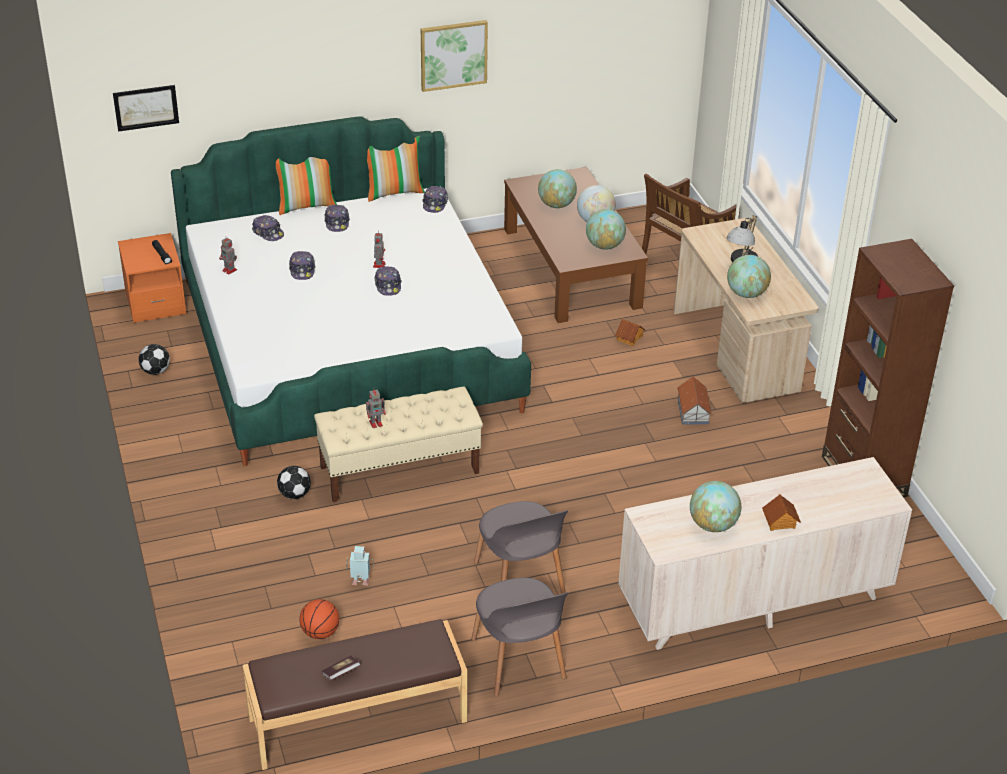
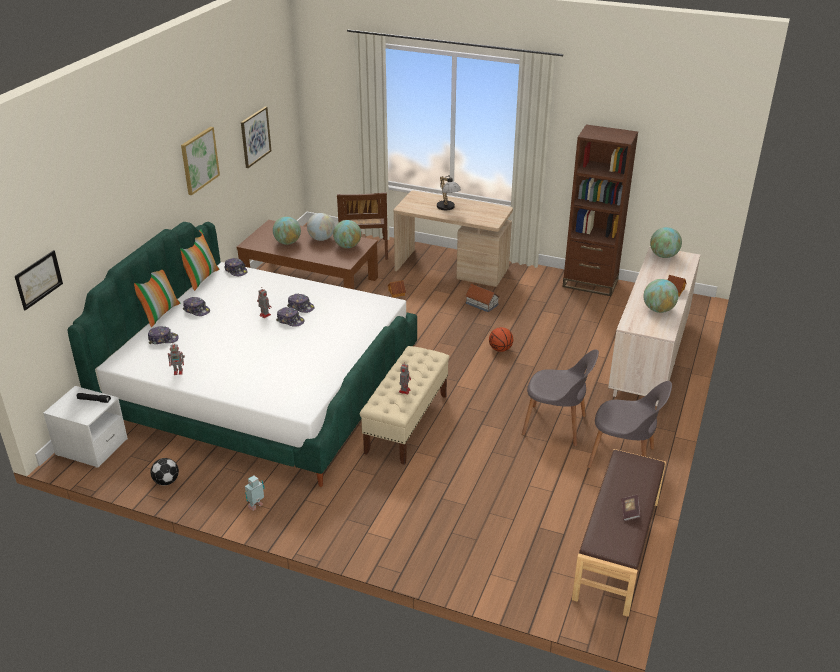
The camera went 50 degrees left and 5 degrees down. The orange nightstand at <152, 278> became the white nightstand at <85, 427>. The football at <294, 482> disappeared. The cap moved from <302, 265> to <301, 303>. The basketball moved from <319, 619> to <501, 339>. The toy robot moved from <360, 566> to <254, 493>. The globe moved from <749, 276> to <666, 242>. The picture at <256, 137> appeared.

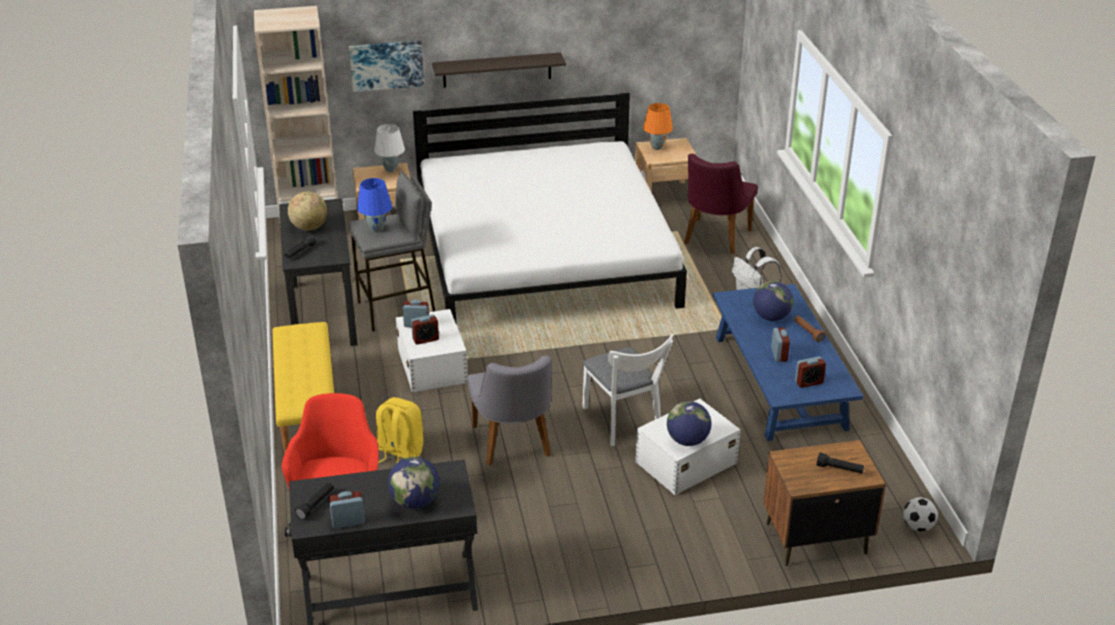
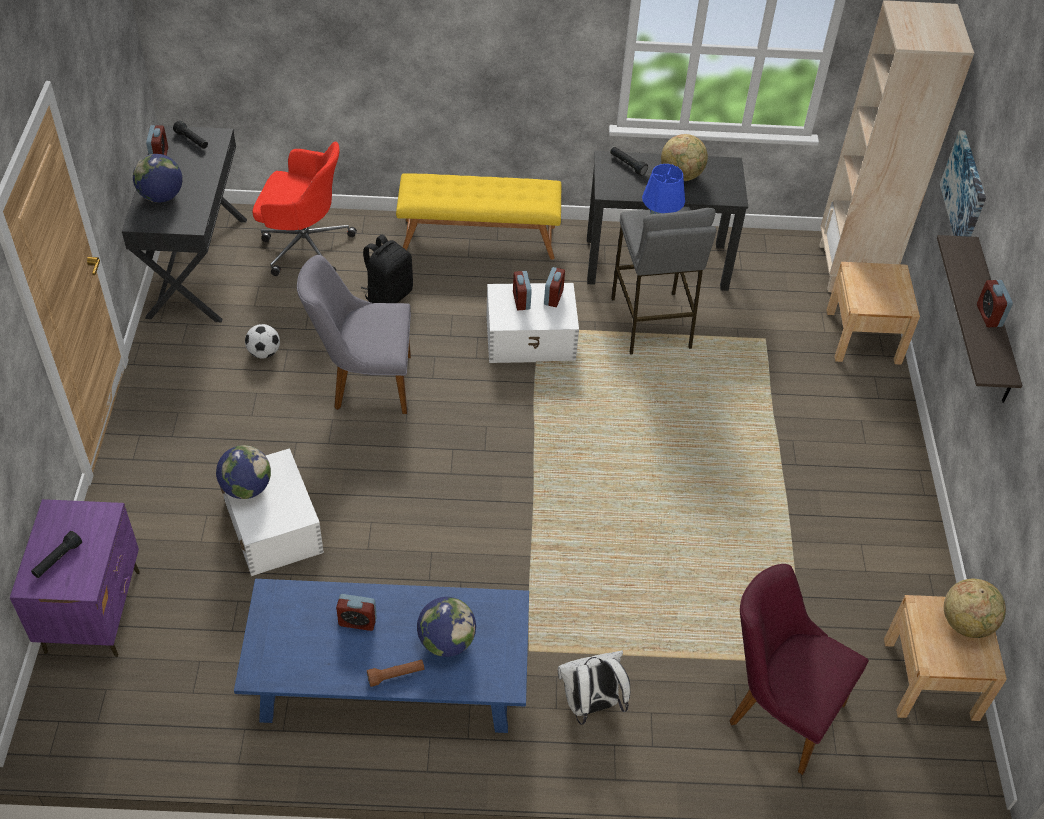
The camera went 100 degrees right and 15 degrees up. The white table lamp at <389, 148> disappeared. The yellow backpack at <400, 430> became the black backpack at <387, 269>. The white bed at <550, 209> disappeared. The white chair at <628, 390> disappeared. The orange table lamp at <658, 126> was replaced by the globe at <975, 608>. The brown nightstand at <824, 503> became the purple nightstand at <75, 578>. The alarm clock moved from <810, 372> to <995, 303>. The football moved from <920, 514> to <262, 341>.

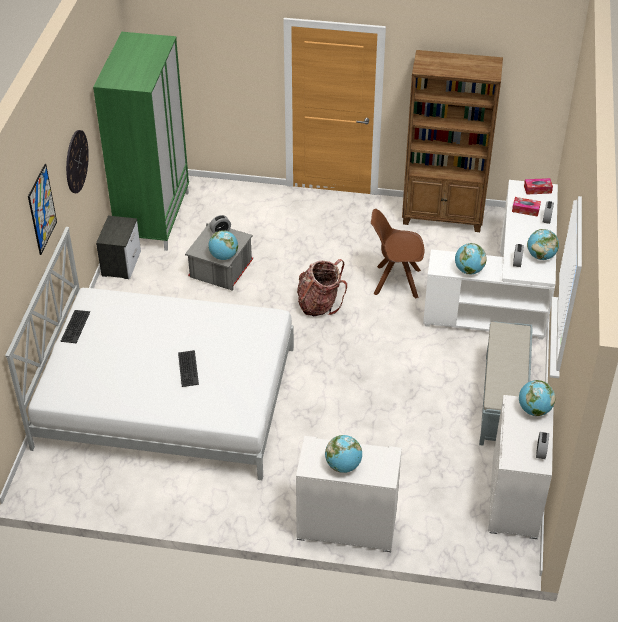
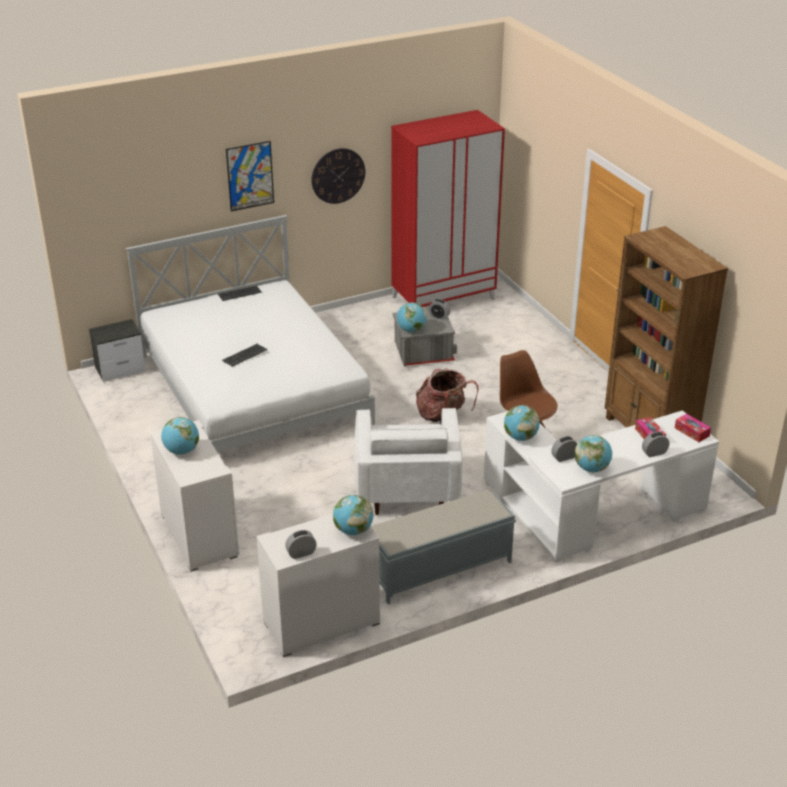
The camera went 55 degrees right and 10 degrees down. The green wardrobe at <141, 141> became the red wardrobe at <448, 208>. The nightstand moved from <118, 247> to <117, 350>. The white armchair at <408, 461> appeared.

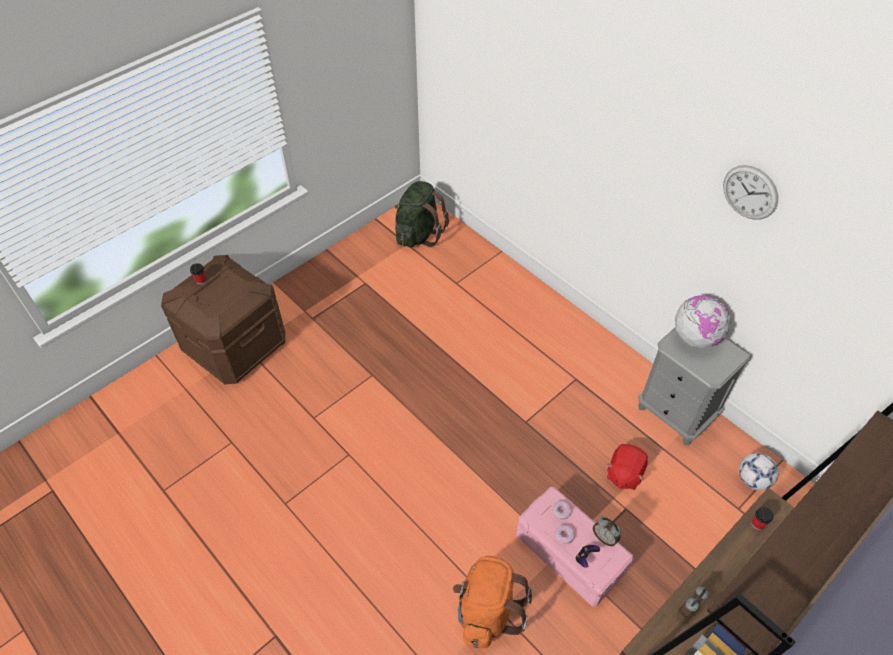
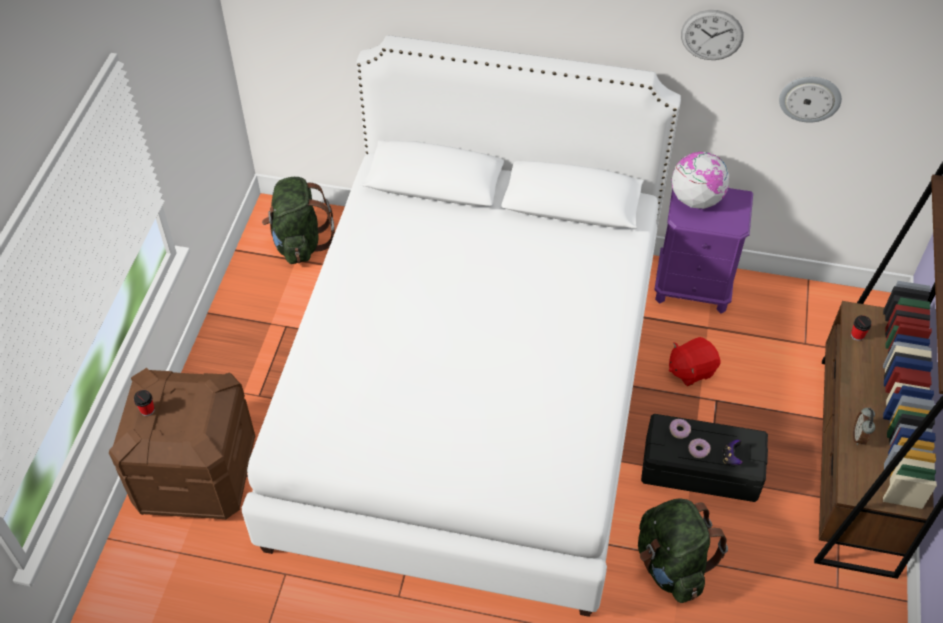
The camera went 35 degrees left and 0 degrees up. The orange backpack at <492, 602> became the green backpack at <683, 550>. The pink storage box at <575, 547> became the black storage box at <704, 458>. The alarm clock at <607, 531> disappeared. The red plush toy at <627, 467> turned 75 degrees clockwise. The grey nightstand at <694, 386> became the purple nightstand at <703, 251>. The football at <759, 471> disappeared. The white bed at <461, 326> appeared. The wall clock at <810, 100> appeared.

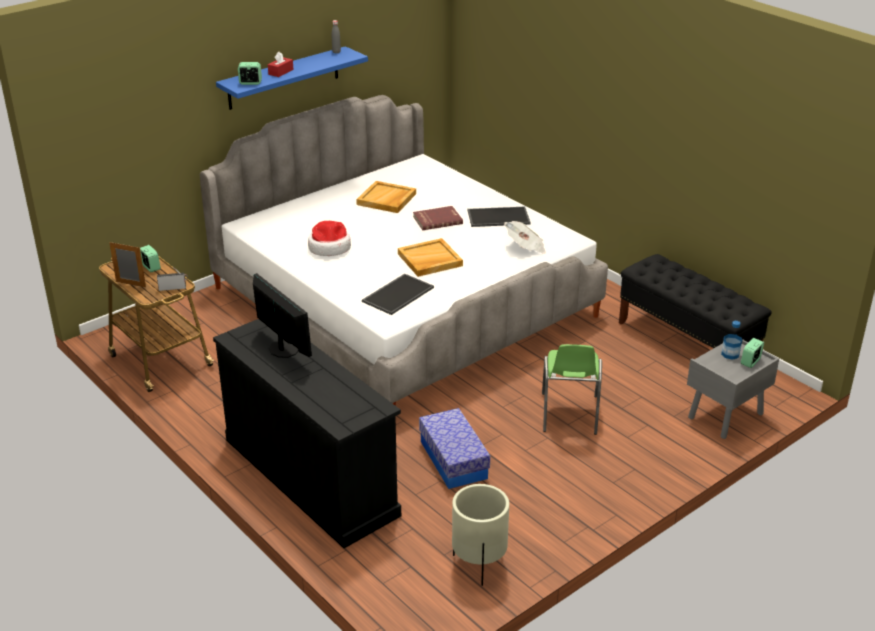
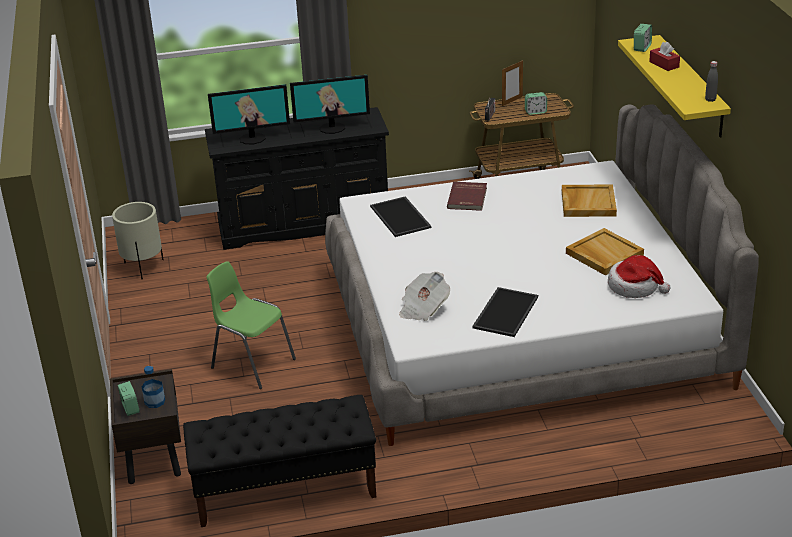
The camera went 120 degrees right and 0 degrees up. The blue shelf at <292, 78> became the yellow shelf at <674, 86>. The hat moved from <329, 238> to <639, 276>. The beige tray moved from <430, 257> to <589, 200>. The red book moved from <438, 218> to <467, 196>. The storage box at <454, 448> disappeared. The grey nightstand at <733, 389> became the brown nightstand at <145, 426>. The monitor at <249, 114> appeared.

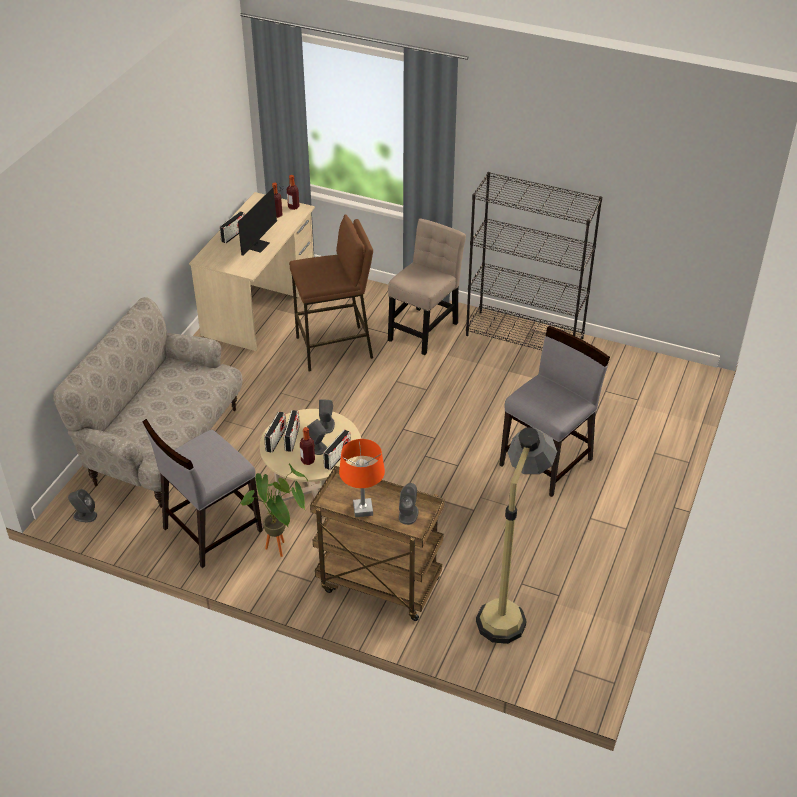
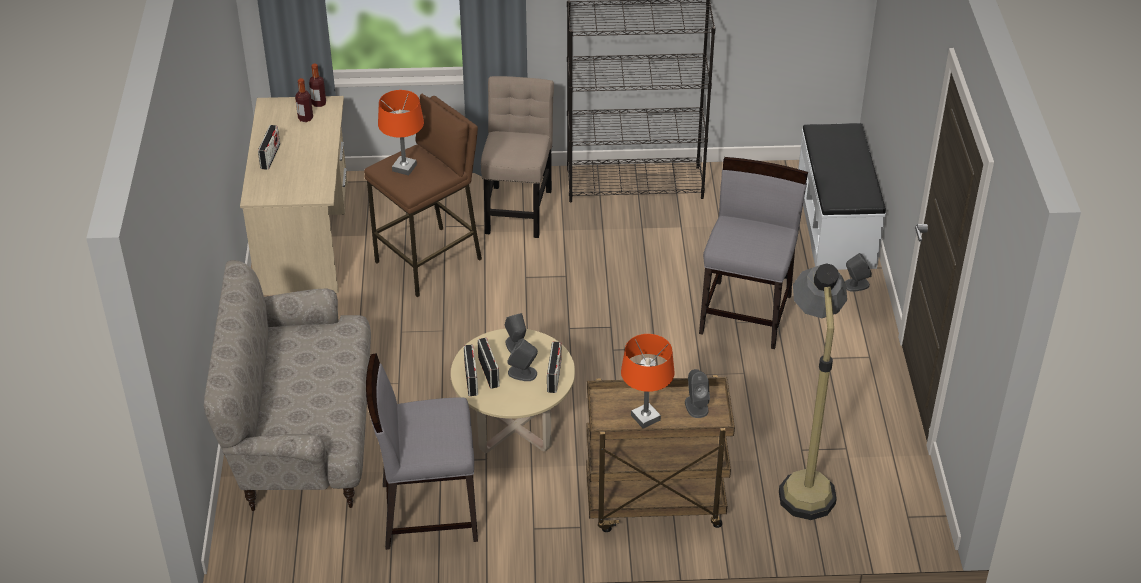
The camera went 25 degrees left and 0 degrees up. The grey speaker moved from <82, 505> to <858, 272>. The grey chair at <202, 493> turned 60 degrees clockwise. The monitor at <261, 219> disappeared. The potted plant at <274, 510> disappeared. The bottle at <307, 446> disappeared. The orange table lamp at <401, 133> appeared. The white bench at <842, 196> appeared.

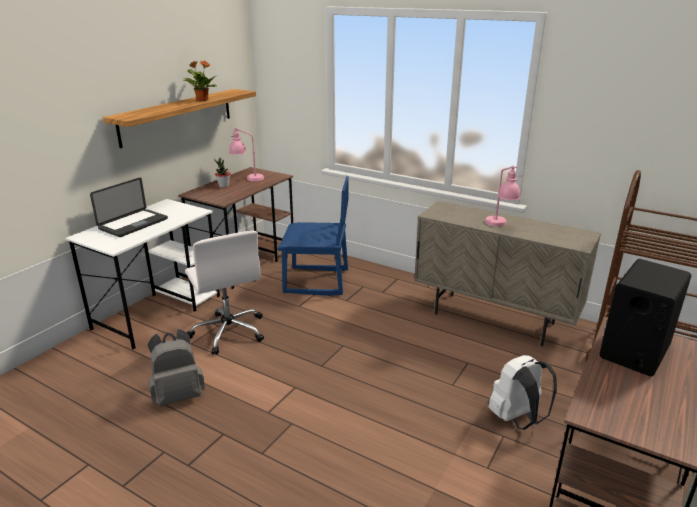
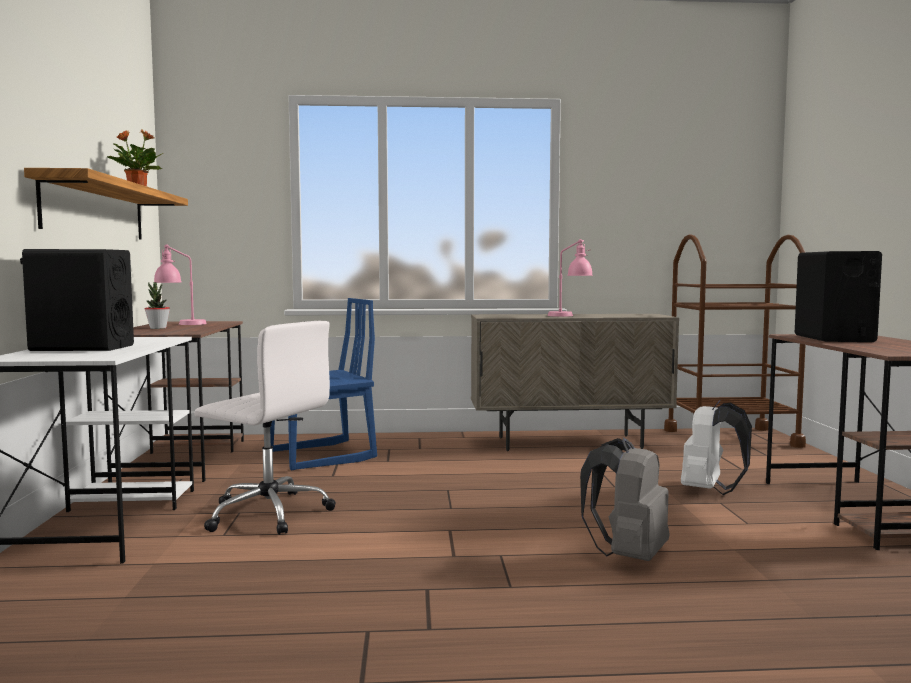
The camera went 35 degrees left and 20 degrees down. The laptop at <129, 207> was replaced by the black speaker at <77, 300>. The grey backpack moved from <176, 367> to <625, 499>.

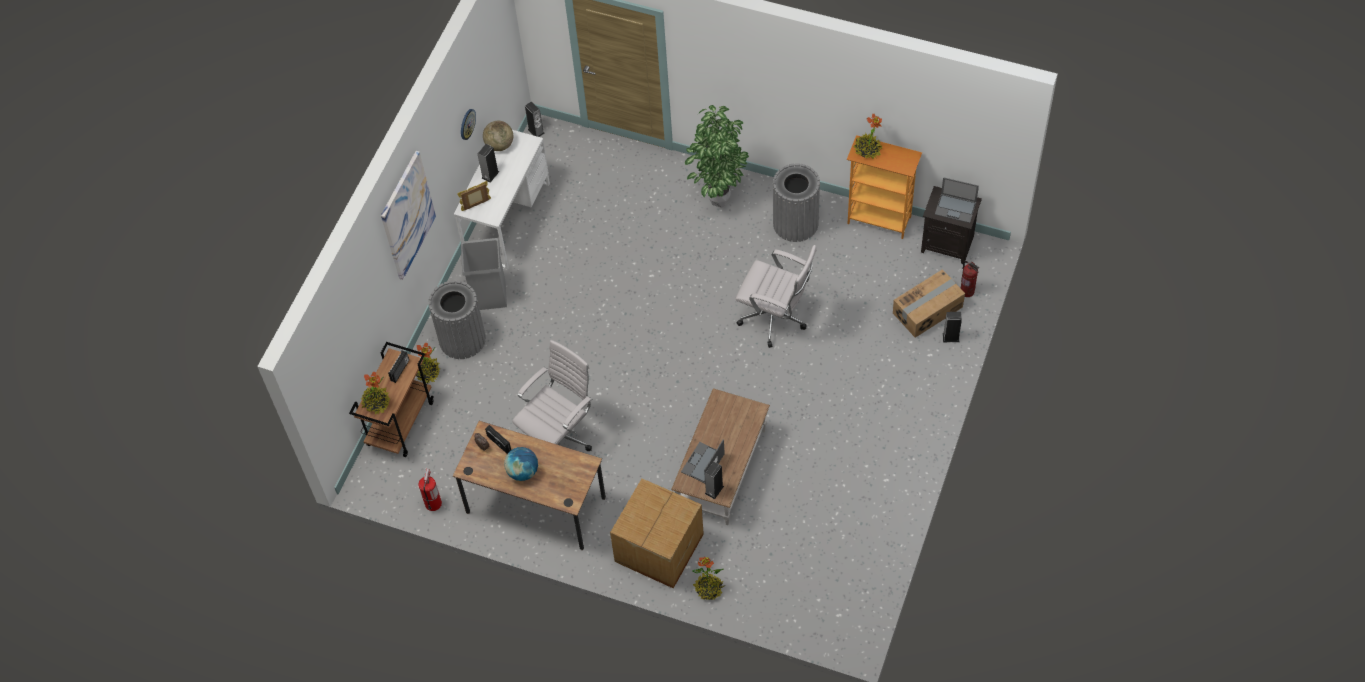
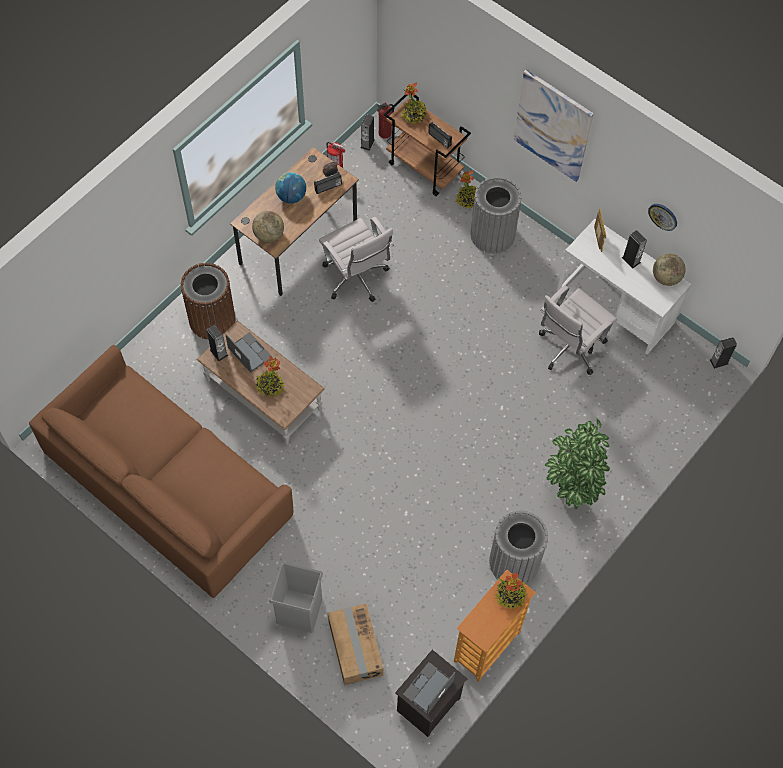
The camera went 105 degrees right and 5 degrees up. The grey trash can moved from <484, 274> to <296, 597>. The cardboard box at <657, 533> was replaced by the brown trash can at <208, 301>. The potted plant moved from <708, 578> to <270, 376>. The white office chair moved from <776, 296> to <578, 330>. The speaker moved from <952, 327> to <367, 132>. The fire extinguisher moved from <970, 279> to <385, 121>. The brown sofa at <161, 471> appeared. The globe at <268, 227> appeared.

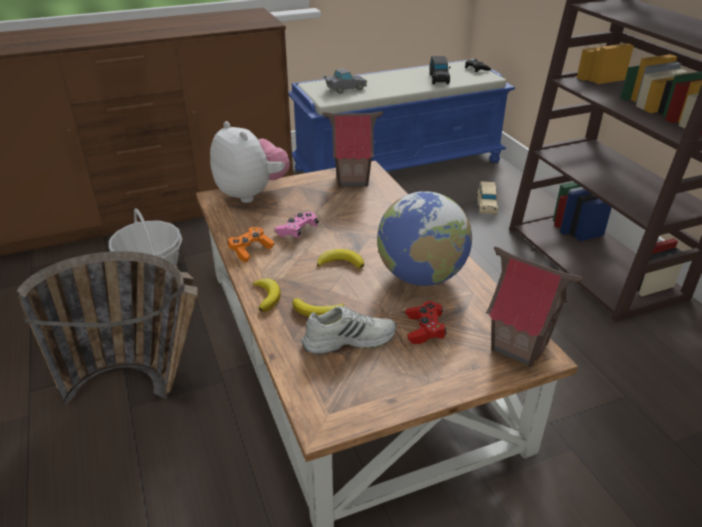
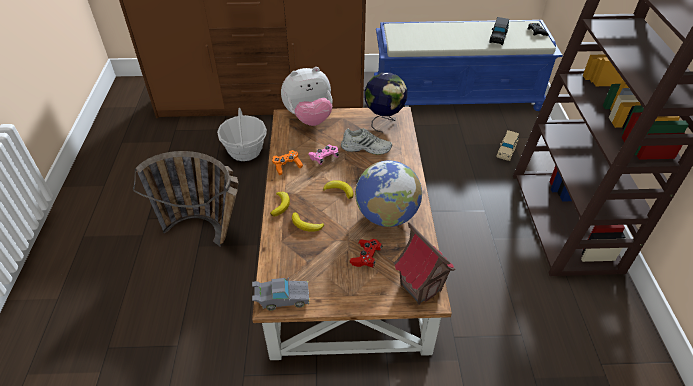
The camera went 20 degrees right and 10 degrees up. The plush toy at <250, 162> turned 90 degrees clockwise. The white shoe moved from <349, 330> to <366, 141>. The grey toy car moved from <344, 81> to <281, 294>. The toy house at <352, 149> was replaced by the globe at <385, 102>.

